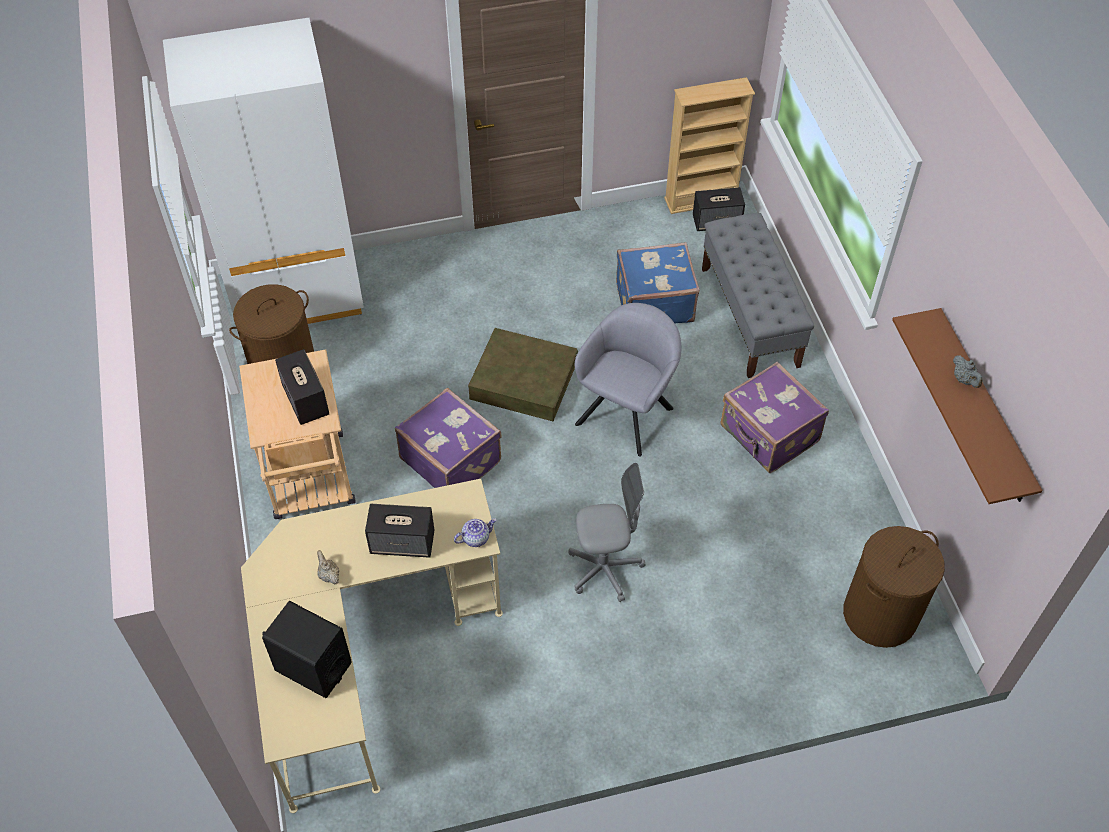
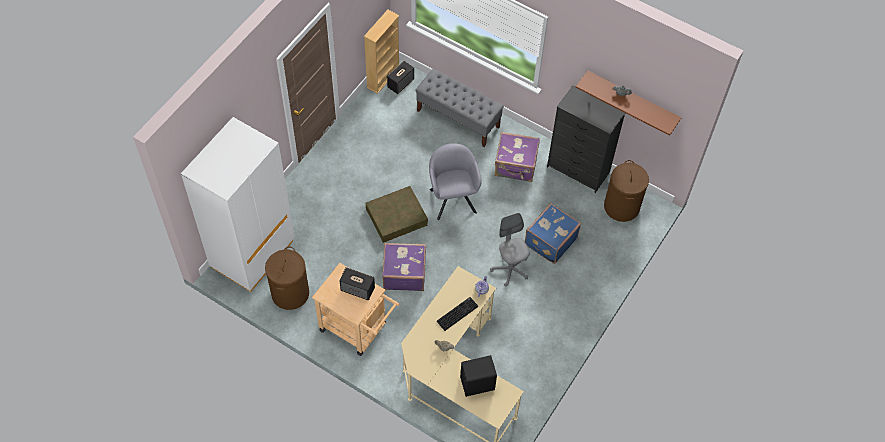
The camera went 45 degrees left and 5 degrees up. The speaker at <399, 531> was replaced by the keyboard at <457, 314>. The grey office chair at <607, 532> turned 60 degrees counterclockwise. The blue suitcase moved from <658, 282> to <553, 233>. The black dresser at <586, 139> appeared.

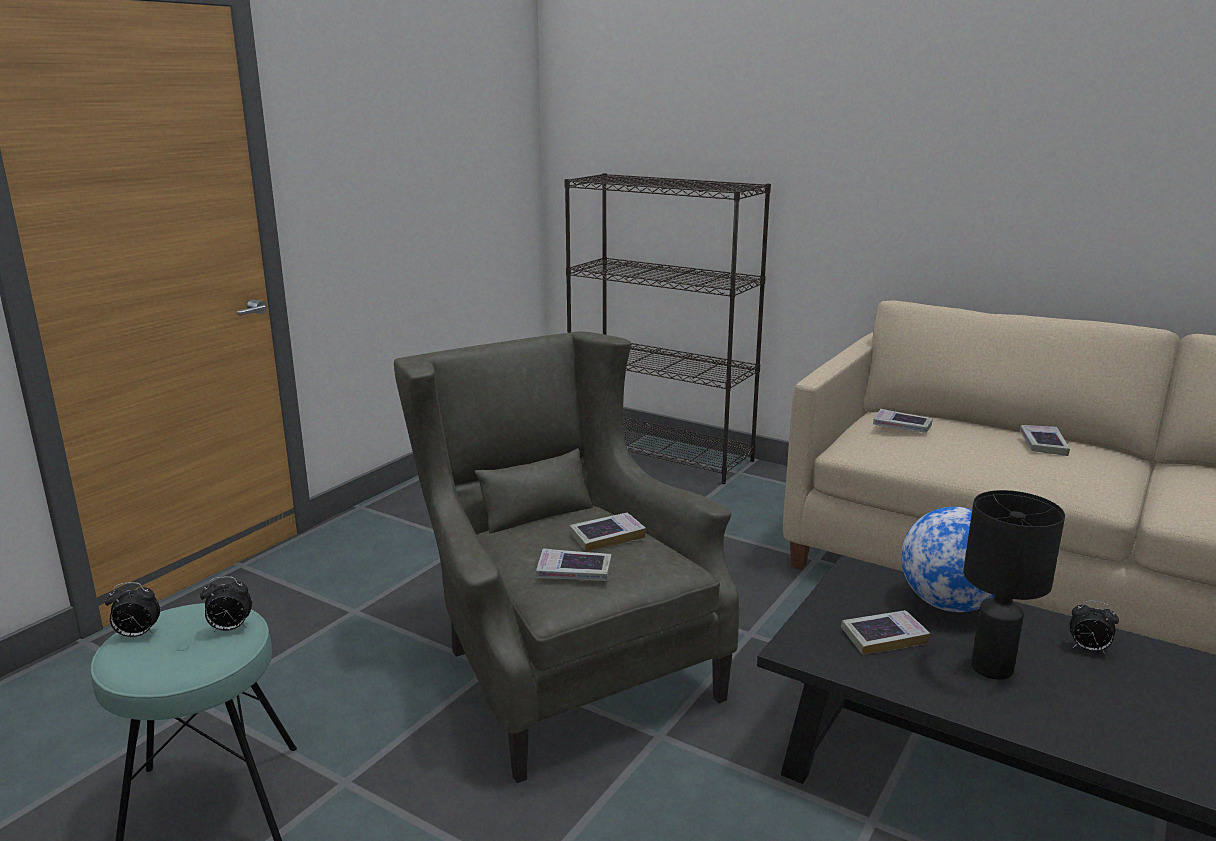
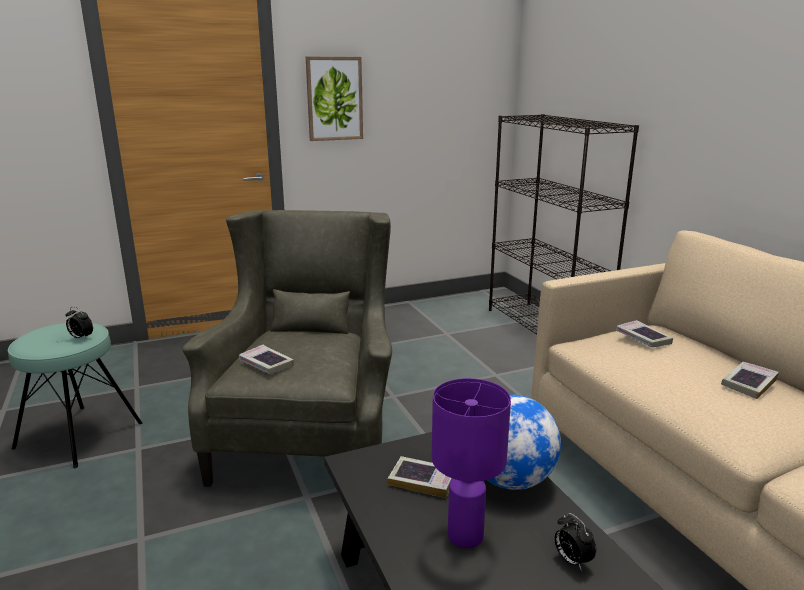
The camera went 35 degrees right and 0 degrees up. The alarm clock at <132, 610> disappeared. The book at <607, 532> disappeared. The black table lamp at <1014, 585> became the purple table lamp at <471, 463>. The picture at <334, 99> appeared.

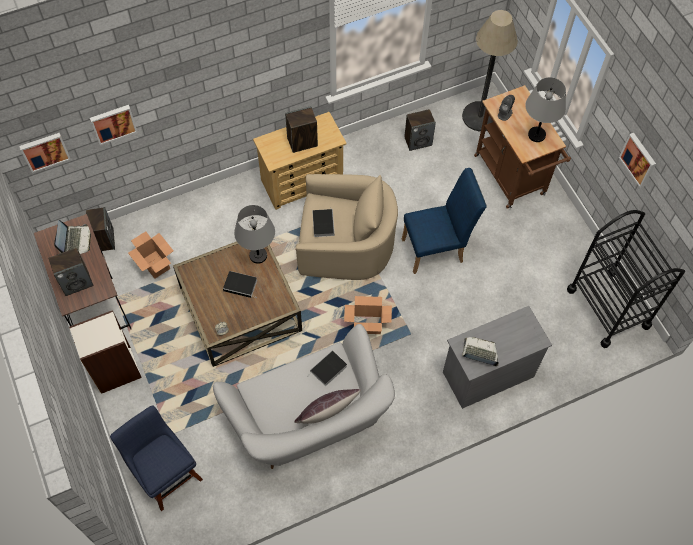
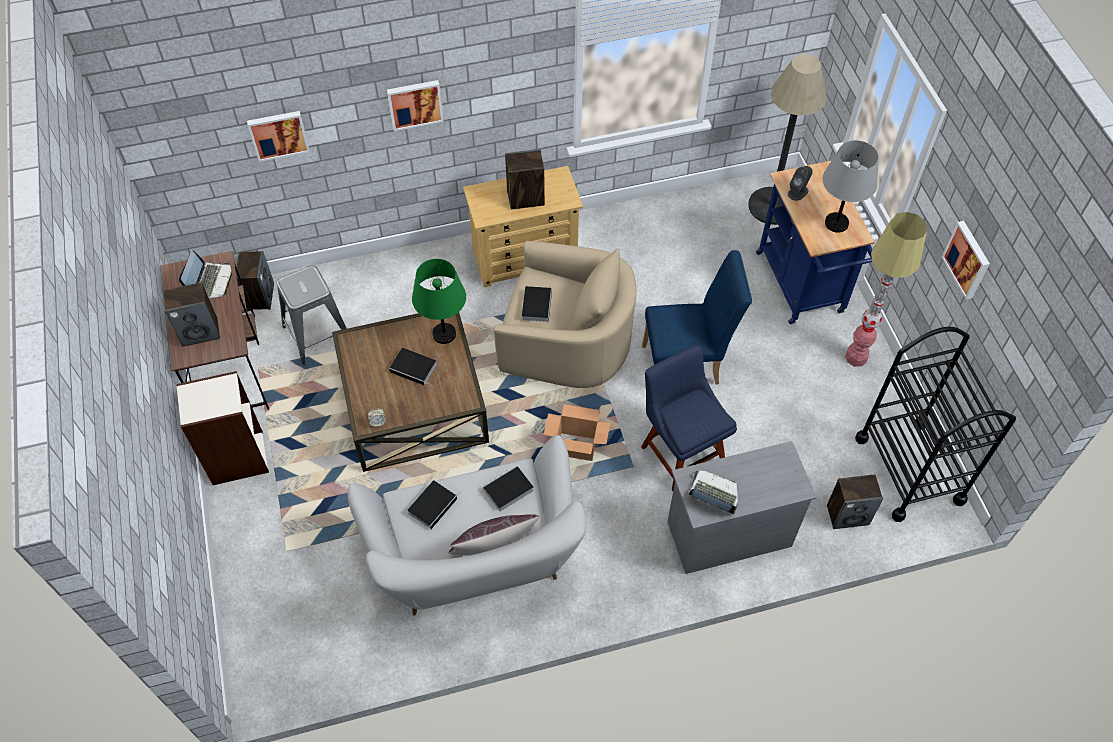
The camera went 10 degrees right and 5 degrees down. The picture moved from <45, 153> to <415, 105>. The blue chair moved from <156, 458> to <689, 418>. The cardboard box at <151, 255> was replaced by the grey stool at <311, 315>. The grey table lamp at <254, 234> became the green table lamp at <439, 301>. The speaker moved from <420, 130> to <855, 501>. The brown cart at <522, 147> became the blue cart at <815, 242>. The book at <434, 504> appeared. The floor lamp at <886, 289> appeared.

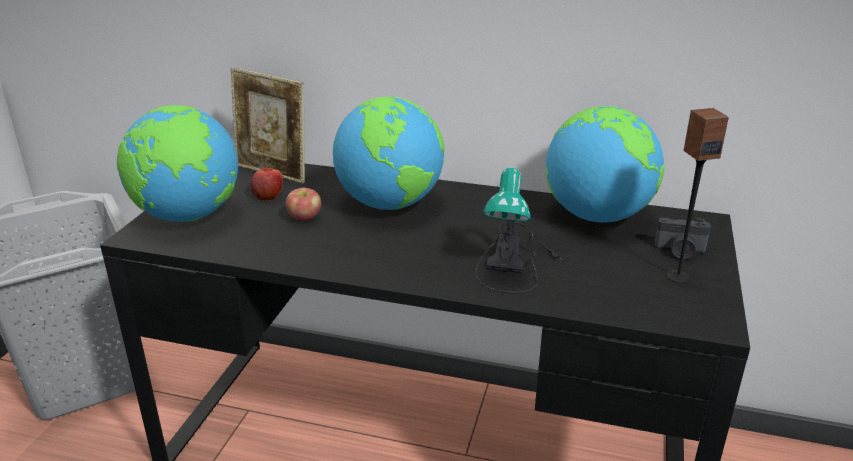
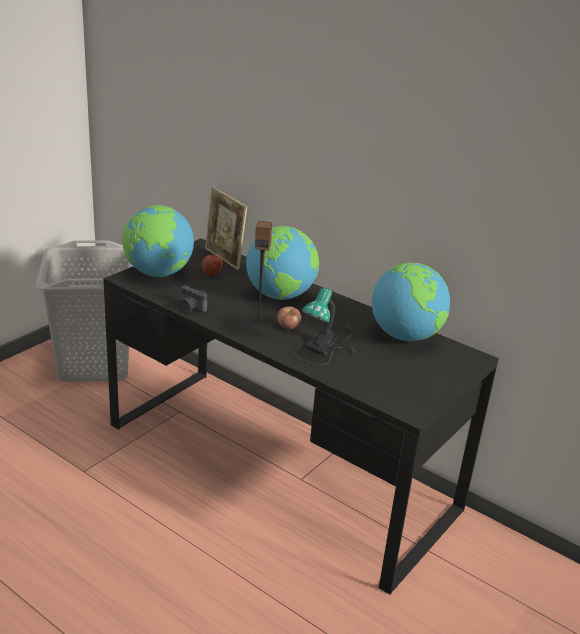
The camera went 20 degrees right and 0 degrees up. The apple moved from <303, 204> to <289, 317>. The photo camera moved from <683, 239> to <193, 299>. The speaker moved from <697, 195> to <262, 271>.

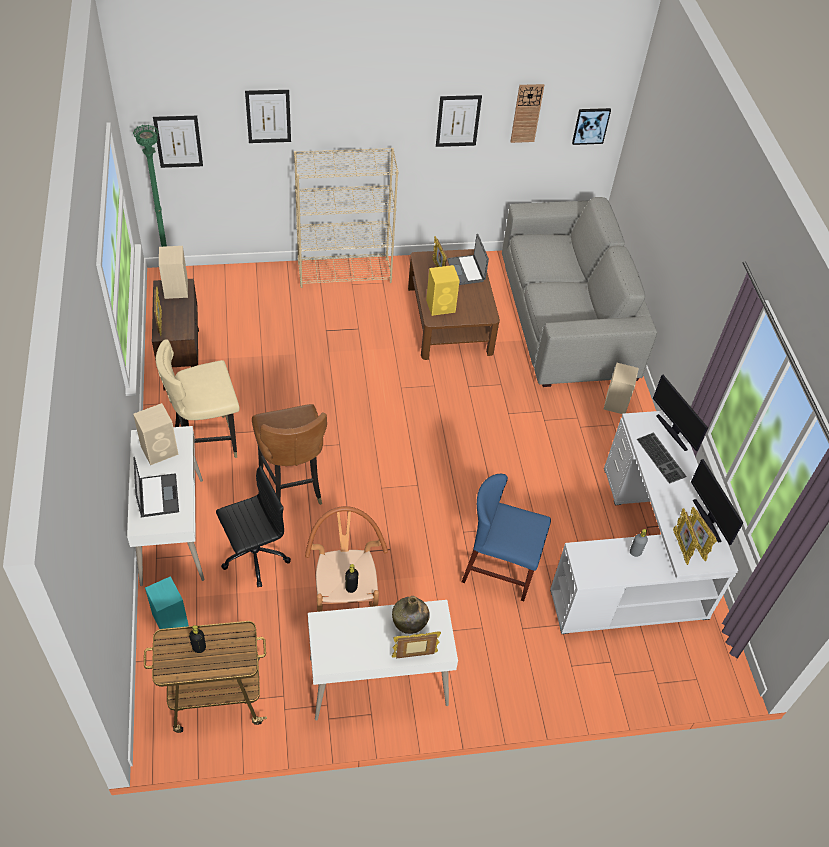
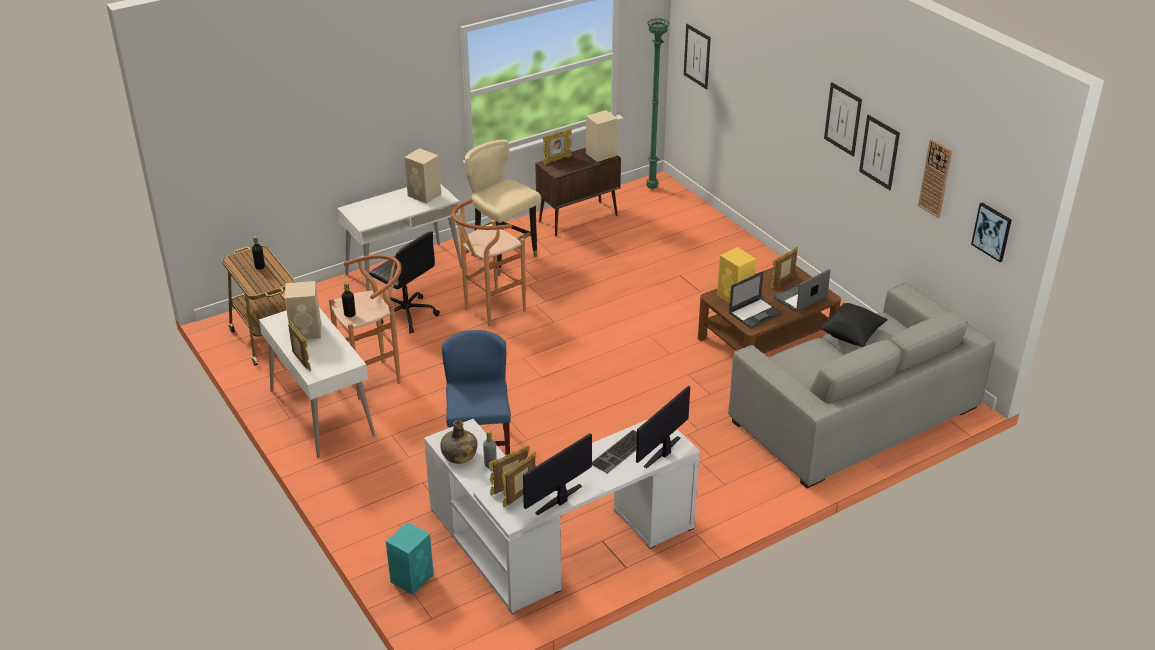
The camera went 70 degrees right and 15 degrees down. The laptop moved from <156, 487> to <755, 300>. The turquoise speaker moved from <167, 602> to <410, 558>. The picture moved from <268, 116> to <843, 119>. The brown chair at <289, 454> was replaced by the brown stool at <489, 262>. The beige bookcase at <346, 218> disappeared. The green bottle moved from <411, 615> to <458, 442>. The beige speaker moved from <621, 388> to <303, 310>. The black pillow at <854, 325> appeared.

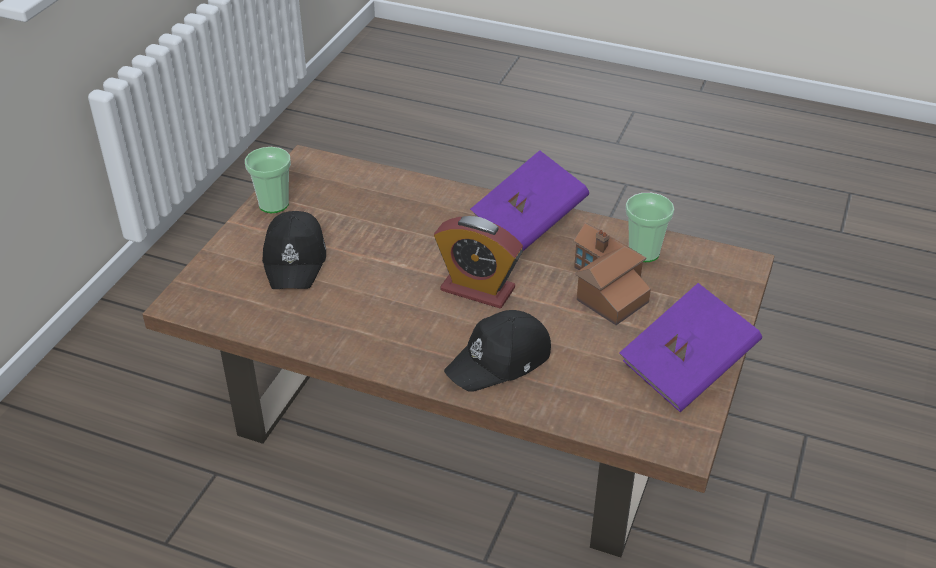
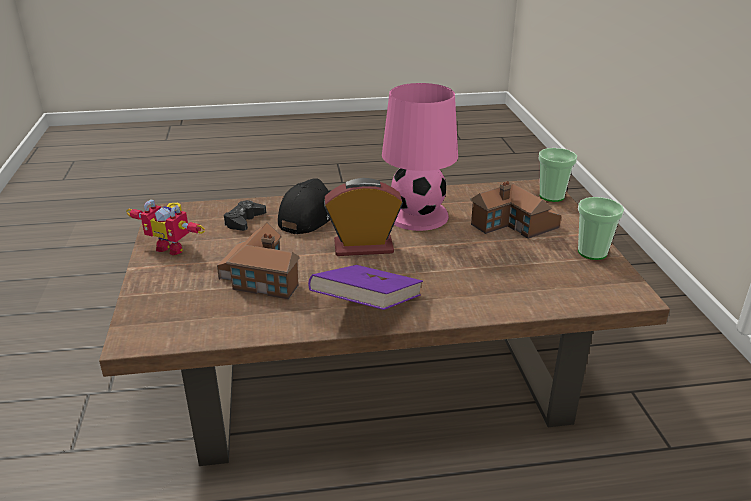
The camera went 150 degrees right and 10 degrees down. The black cap at <294, 250> was replaced by the toy house at <515, 210>. The purple book at <690, 347> was replaced by the toy robot at <165, 227>. The cup moved from <649, 227> to <558, 175>. The black game controller at <245, 215> appeared. The pink table lamp at <420, 157> appeared.

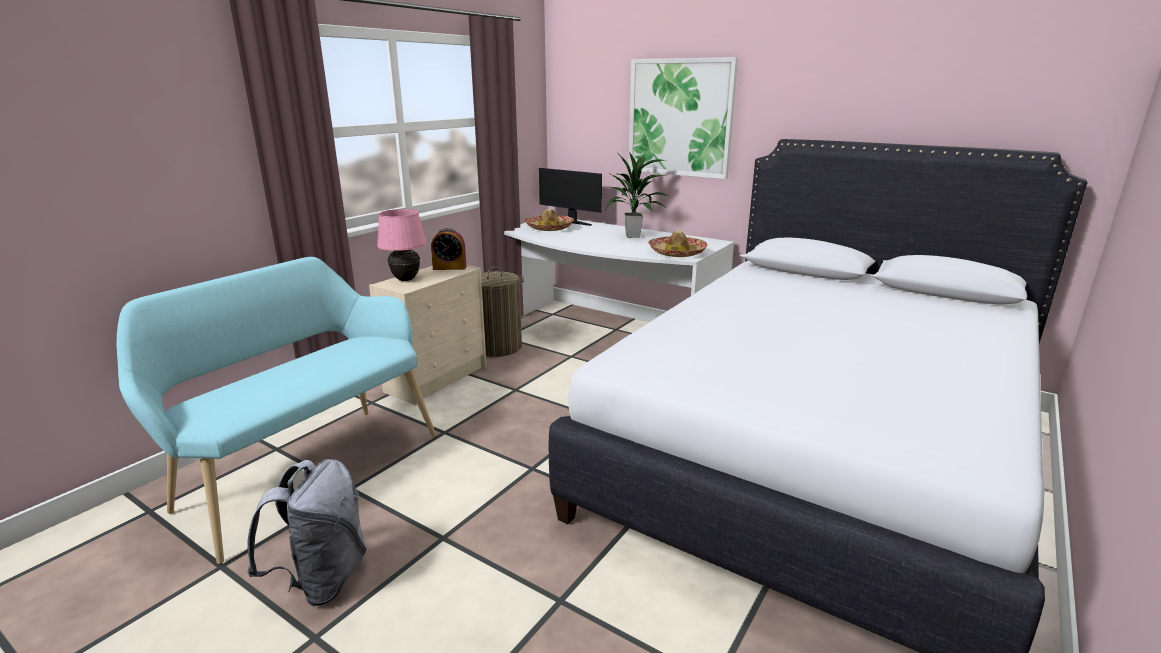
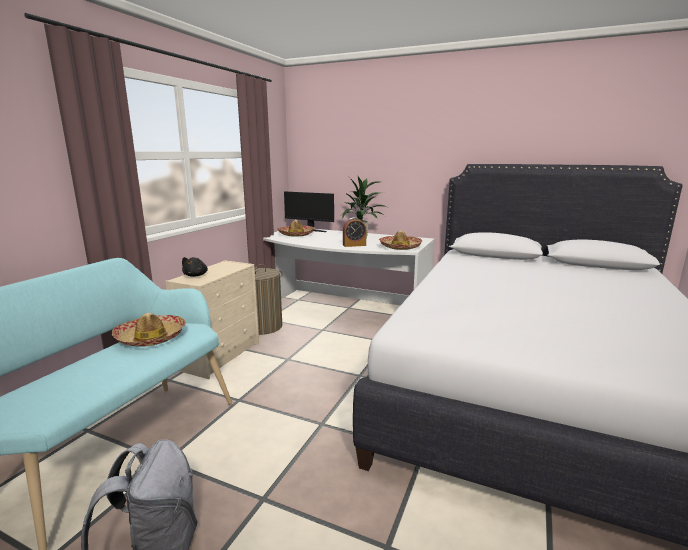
The camera went 10 degrees left and 5 degrees down. The pink table lamp at <402, 245> was replaced by the black plush toy at <195, 267>. The alarm clock moved from <448, 249> to <354, 232>. The picture at <683, 118> disappeared. The hat at <149, 330> appeared.

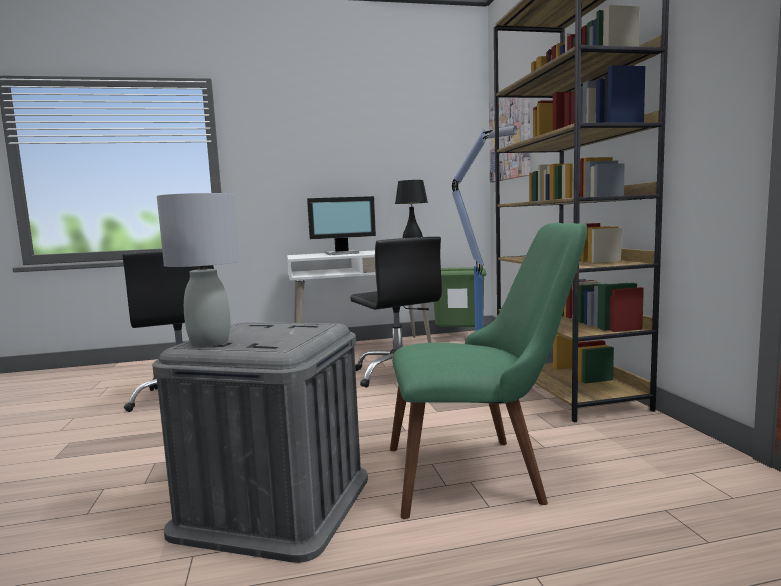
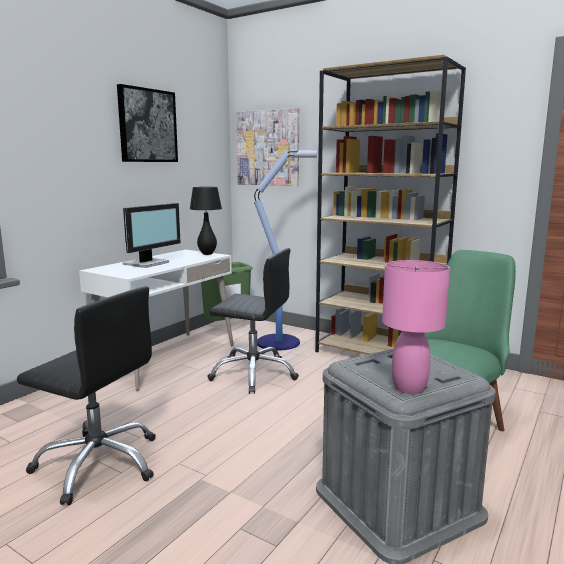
The camera went 45 degrees left and 5 degrees up. The grey table lamp at <198, 270> became the pink table lamp at <416, 327>. The picture at <147, 123> appeared.

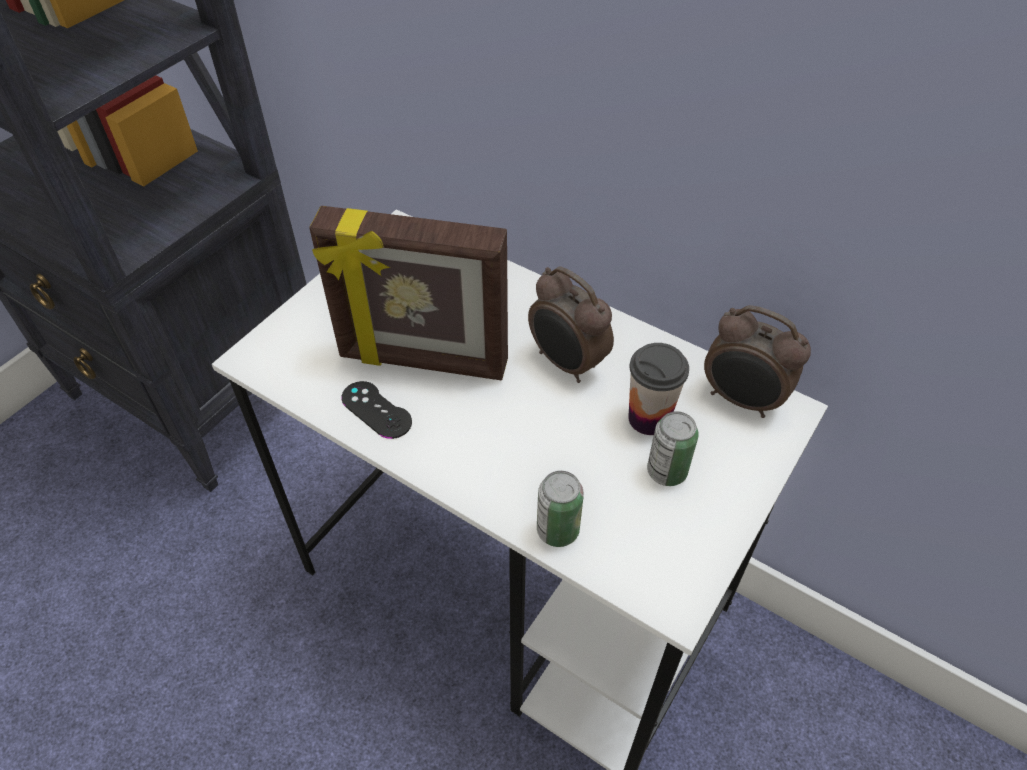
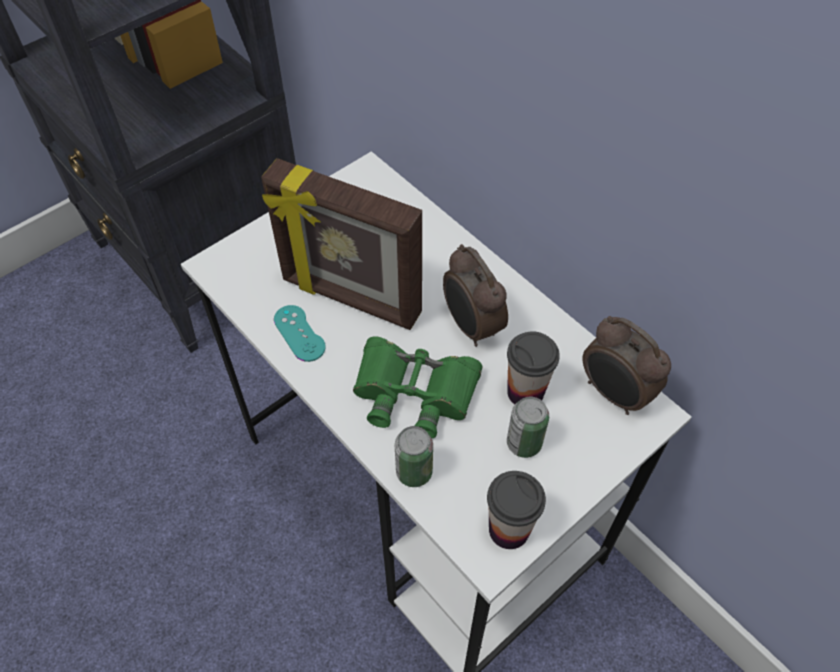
The camera went 15 degrees right and 5 degrees up. The black game controller at <377, 410> became the turquoise game controller at <300, 333>. The green binoculars at <418, 387> appeared. The cup at <516, 510> appeared.

